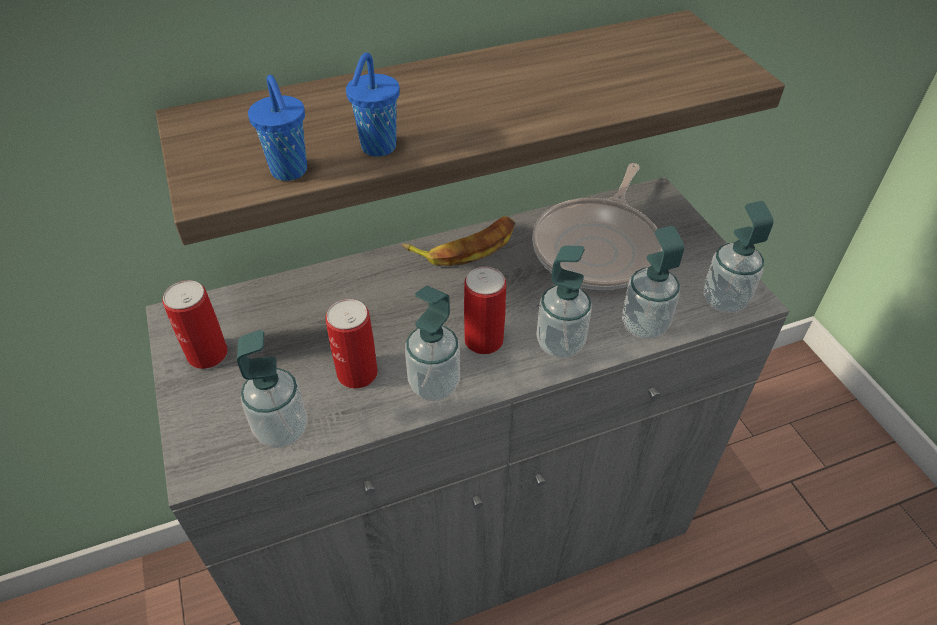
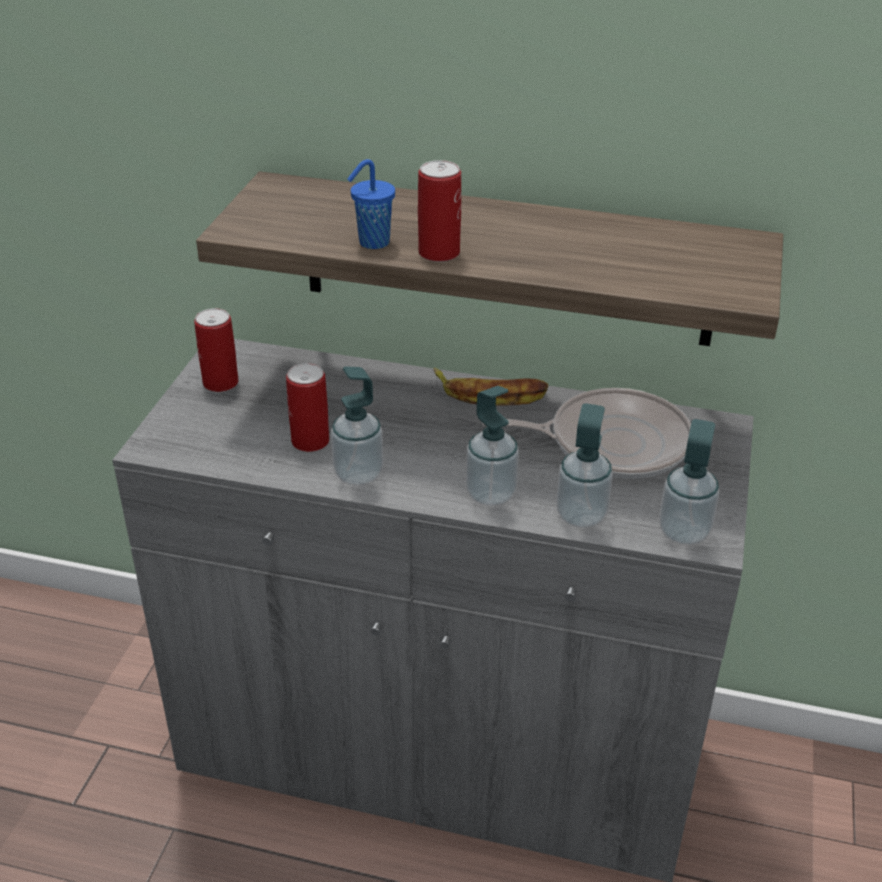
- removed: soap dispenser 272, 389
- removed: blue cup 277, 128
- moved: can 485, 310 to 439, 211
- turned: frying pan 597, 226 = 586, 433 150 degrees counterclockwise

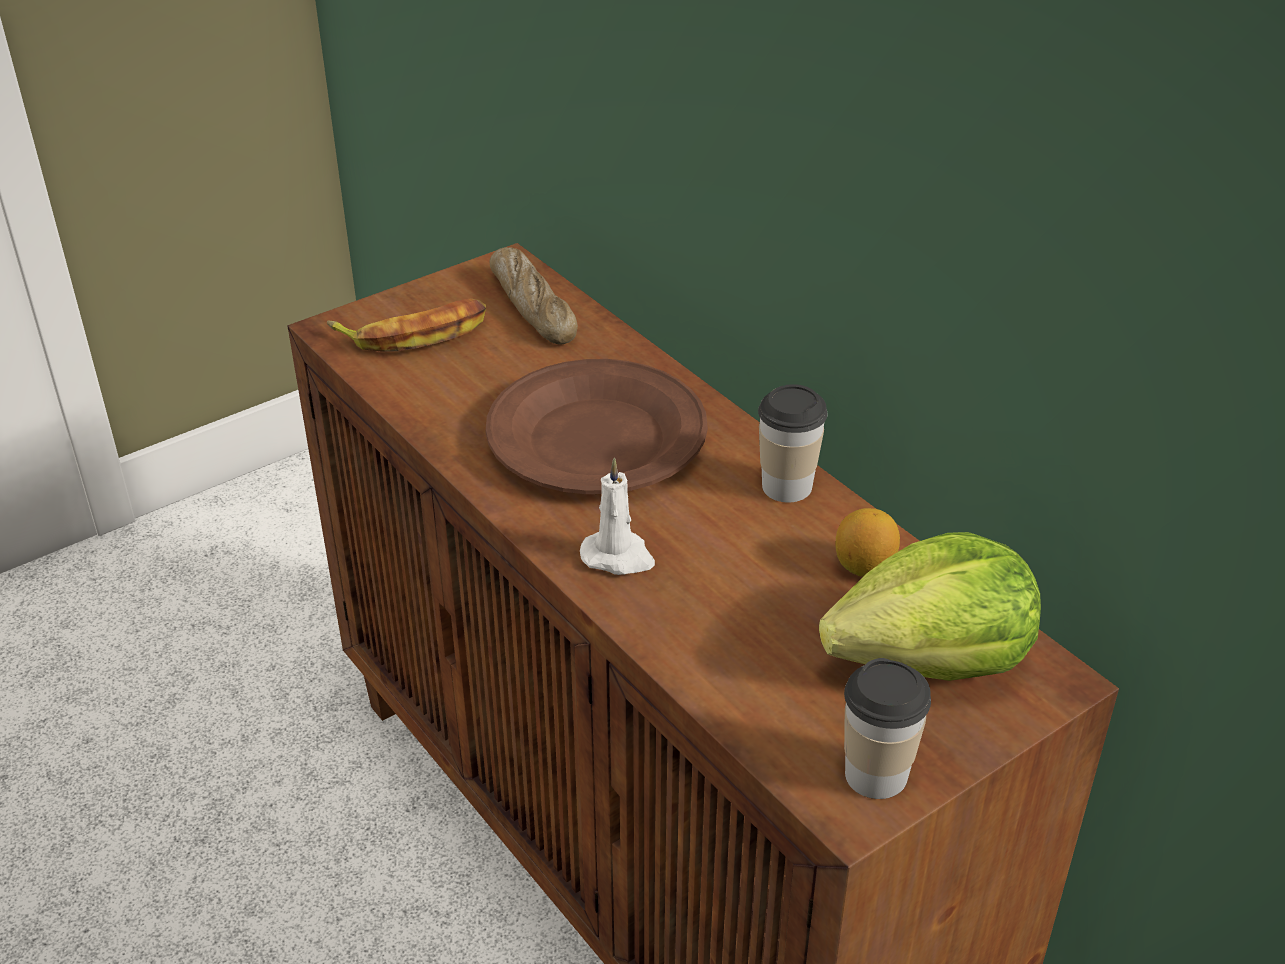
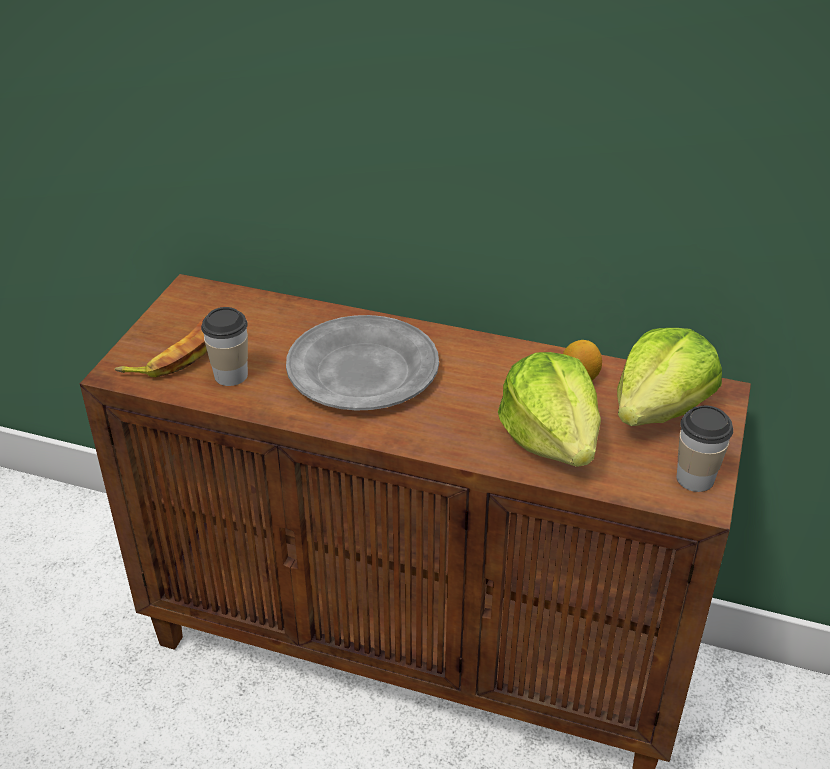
- removed: bread 533, 295
- removed: white candle 617, 516
- added: lettuce 549, 409
- moved: cup 792, 443 to 224, 346
- recoloured: brown plate 596, 426 to grey plate 362, 362

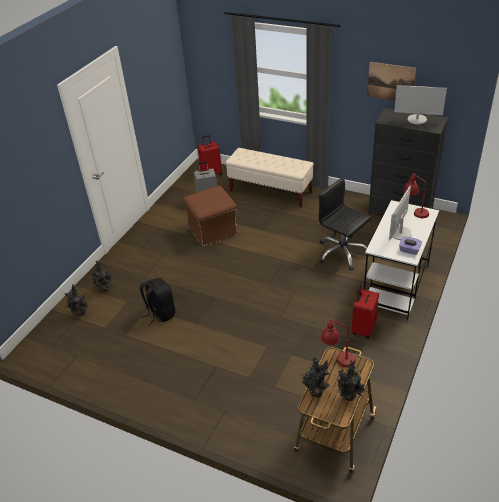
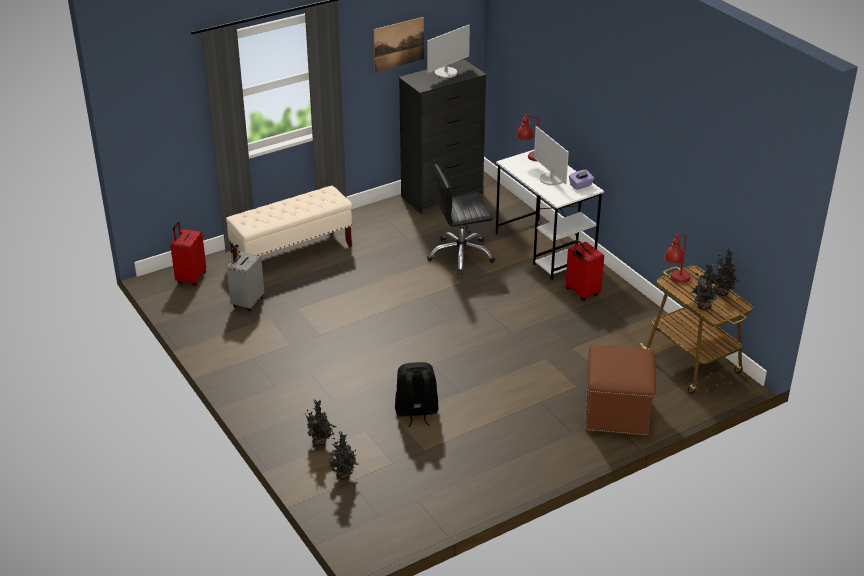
- moved: brown ottoman 210, 216 to 620, 390

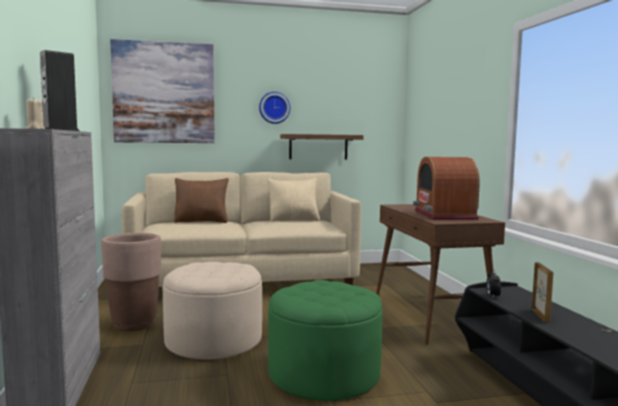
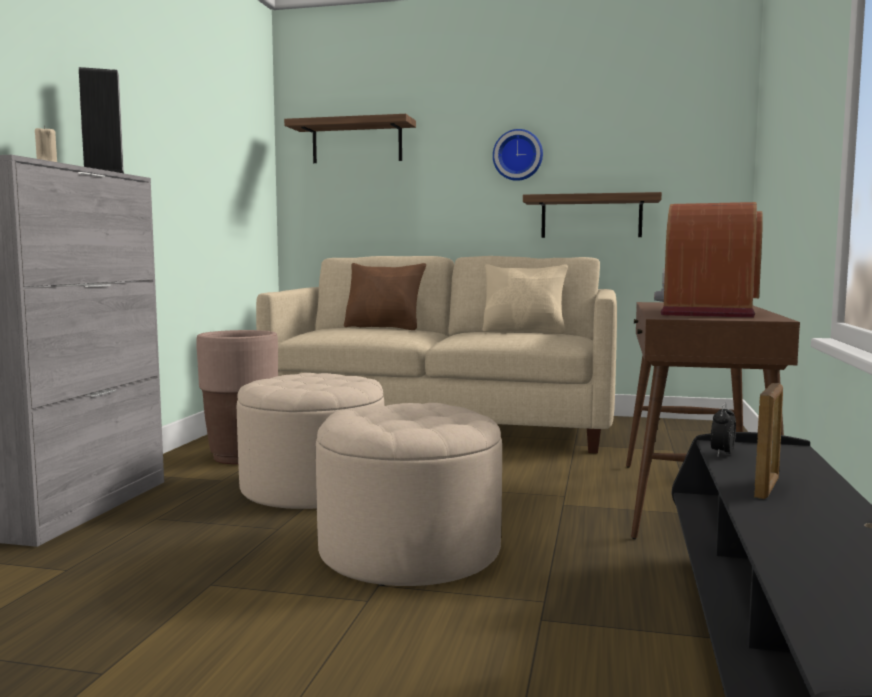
- replaced: picture 162, 91 to shelf 350, 138
- recoloured: green ottoman 325, 340 to beige ottoman 409, 494

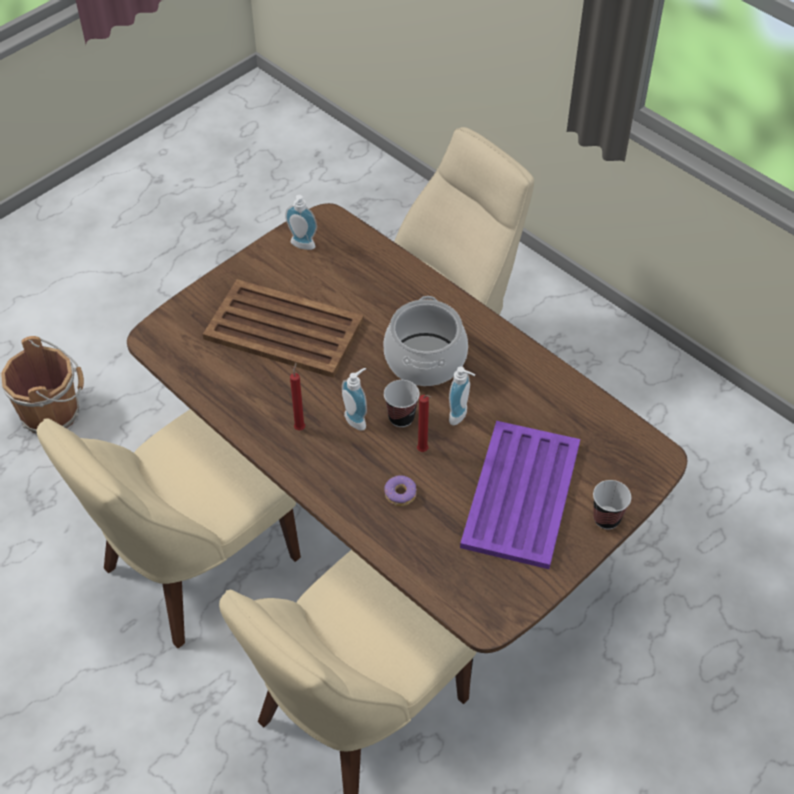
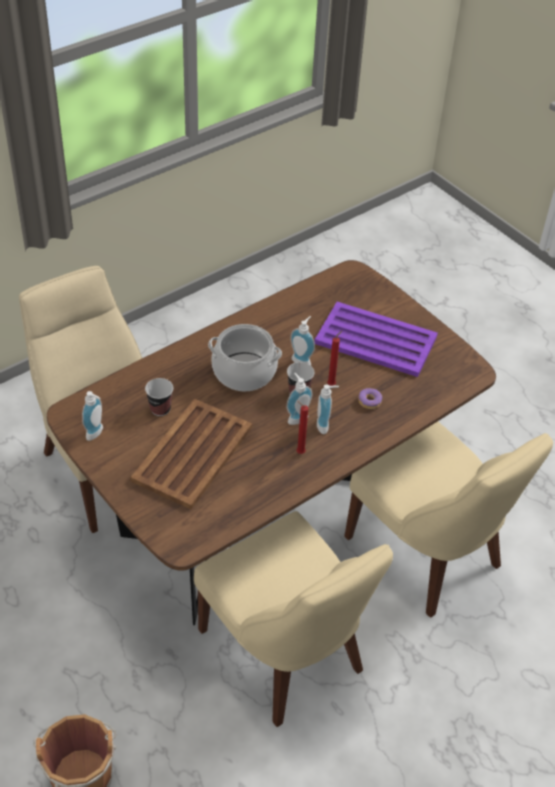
- added: soap dispenser 328, 409
- moved: cup 612, 504 to 159, 397

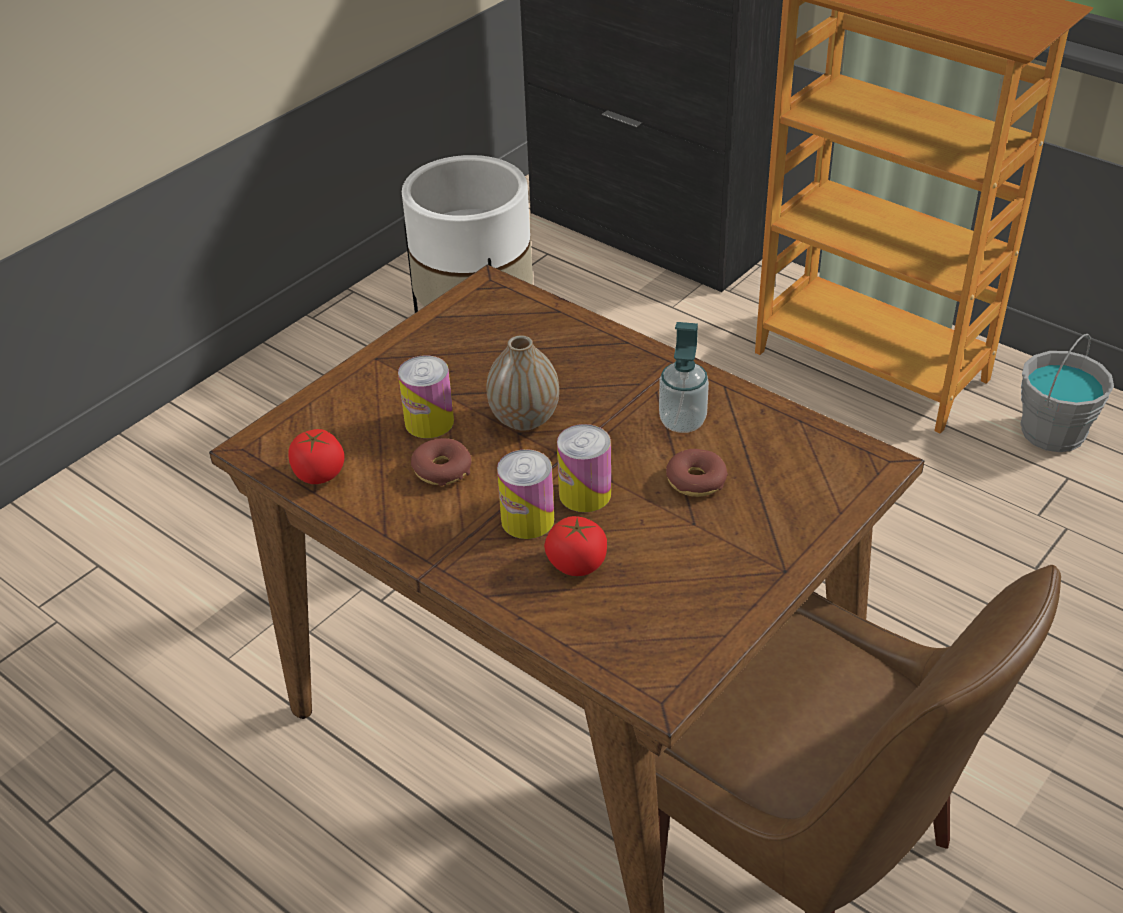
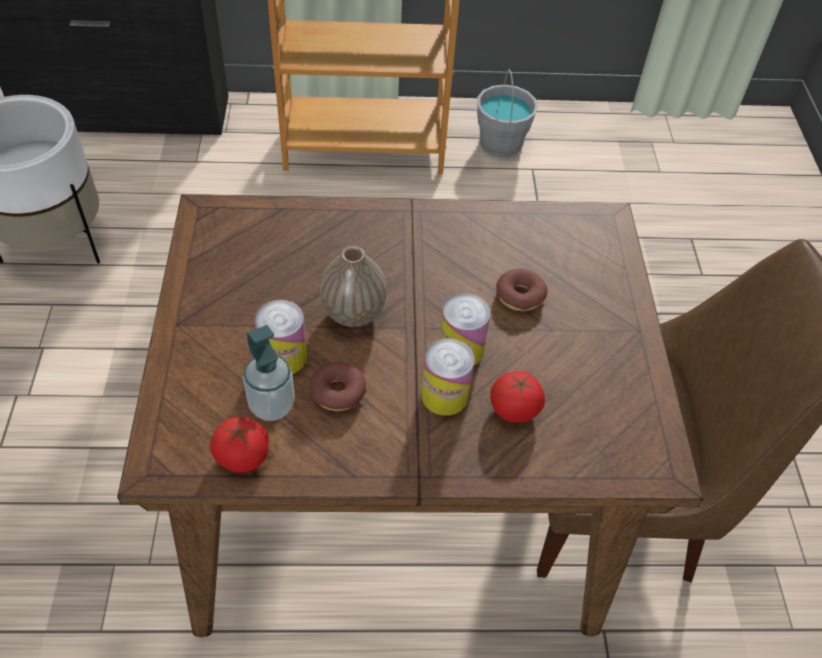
- moved: soap dispenser 684, 377 to 269, 373

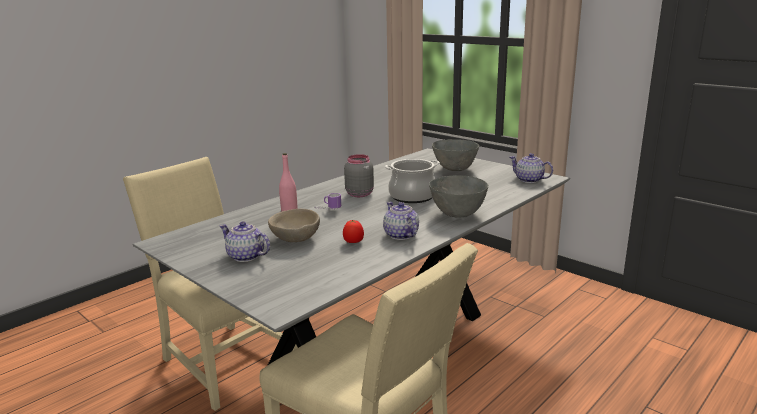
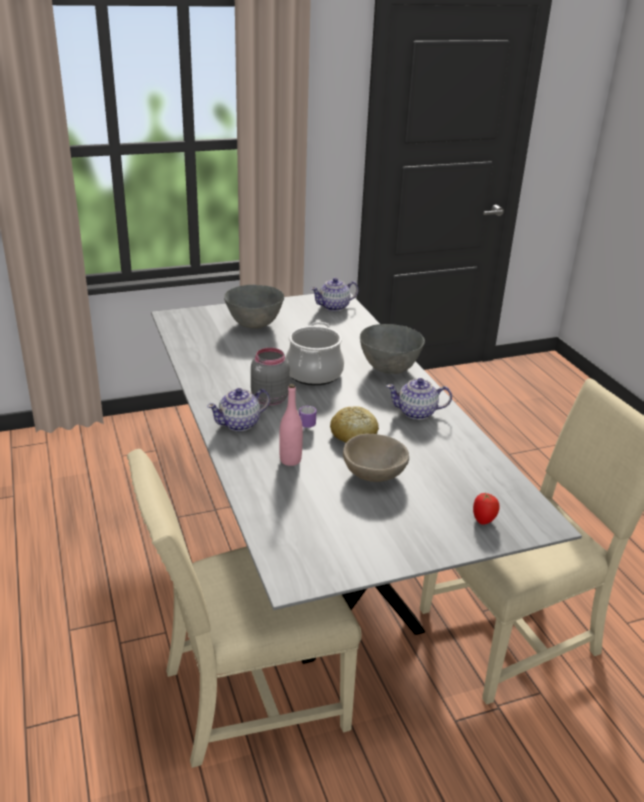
- added: bread 354, 424
- moved: teapot 244, 241 to 238, 409
- moved: tomato 353, 231 to 486, 508

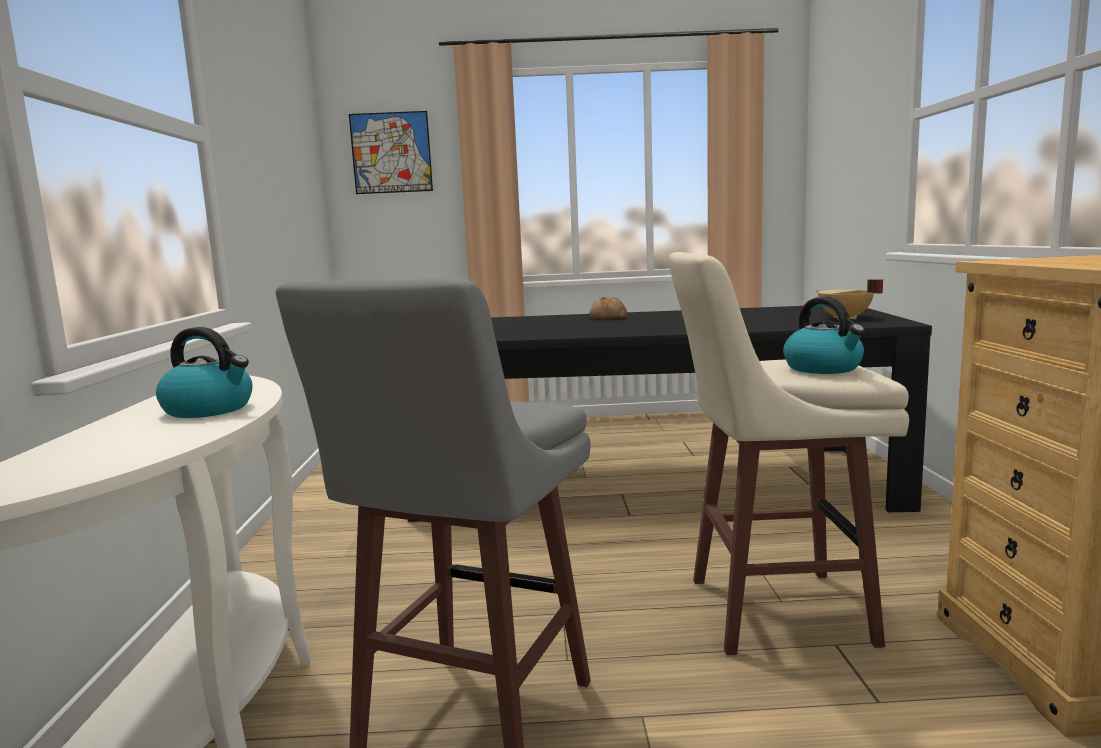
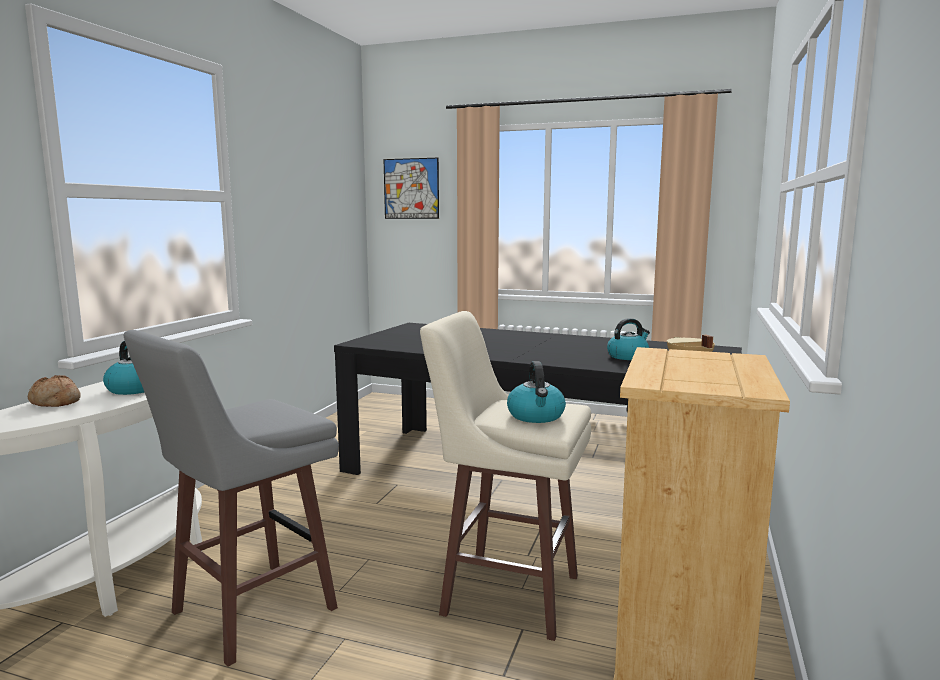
- added: kettle 628, 339
- moved: bread 608, 308 to 54, 391

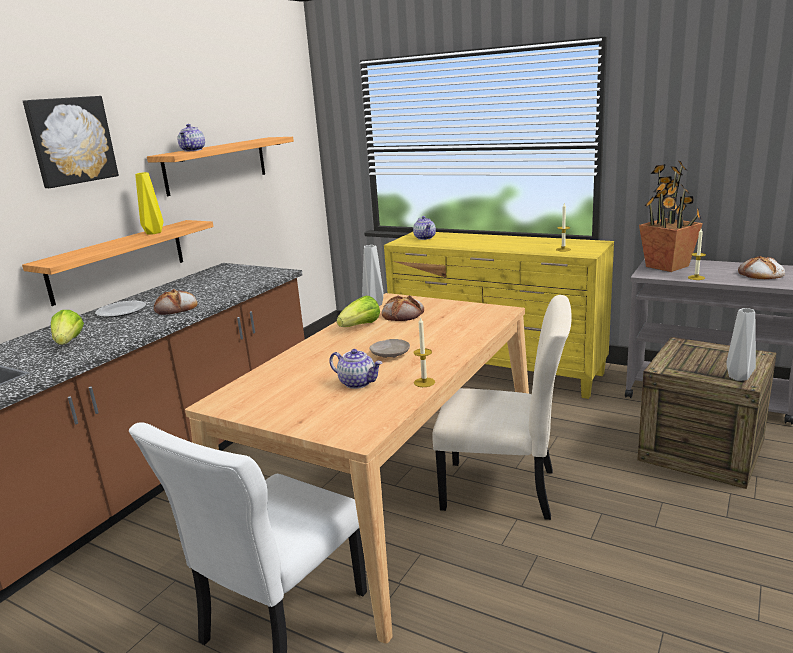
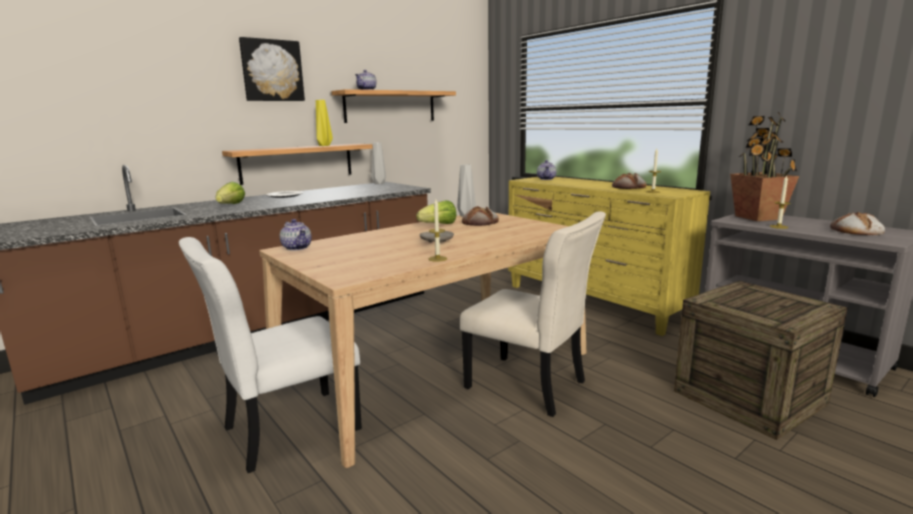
- moved: bread 176, 302 to 629, 181
- moved: teapot 355, 369 to 296, 234
- moved: grey vase 741, 344 to 378, 163

